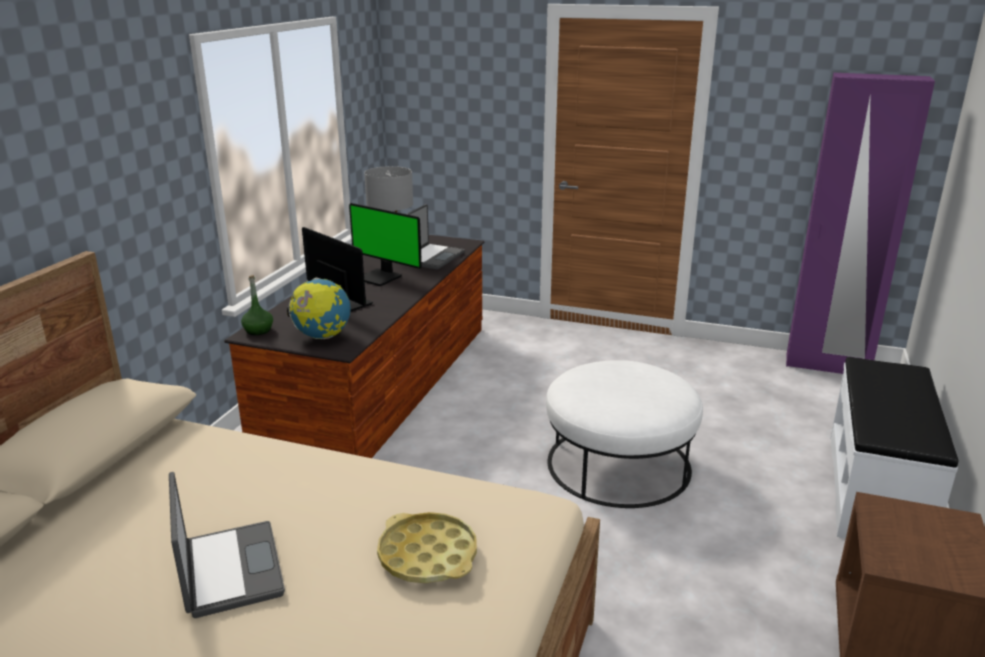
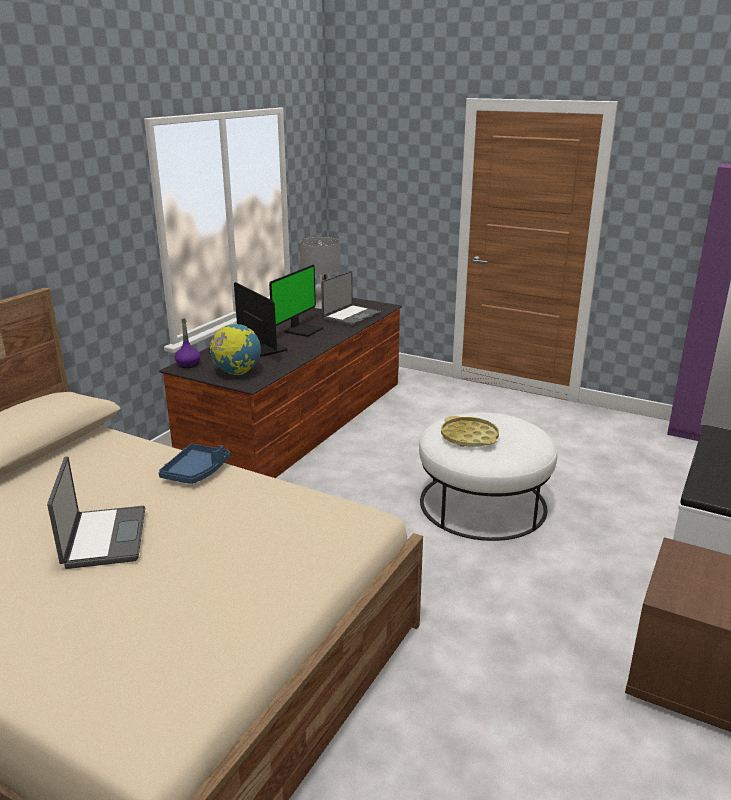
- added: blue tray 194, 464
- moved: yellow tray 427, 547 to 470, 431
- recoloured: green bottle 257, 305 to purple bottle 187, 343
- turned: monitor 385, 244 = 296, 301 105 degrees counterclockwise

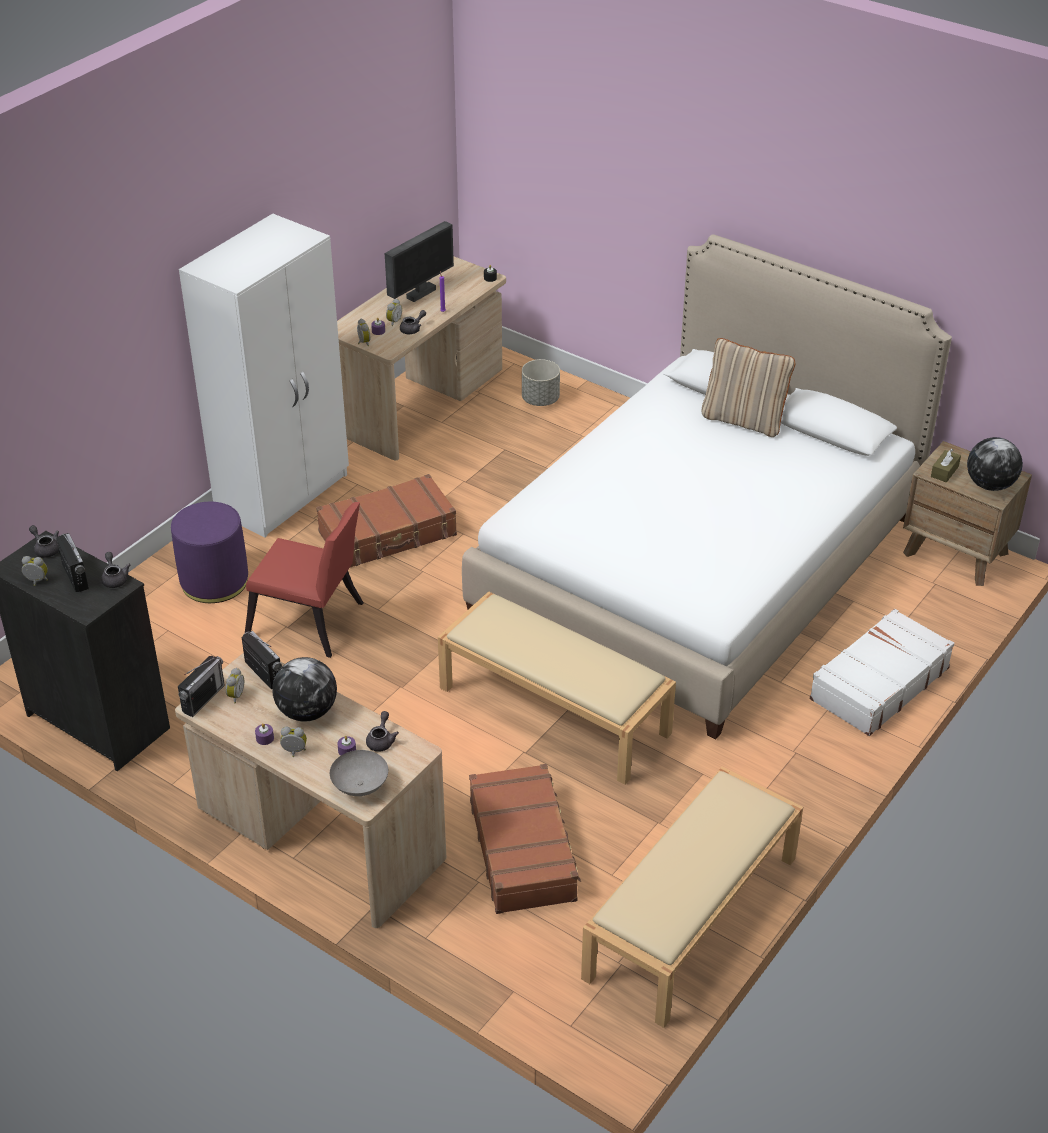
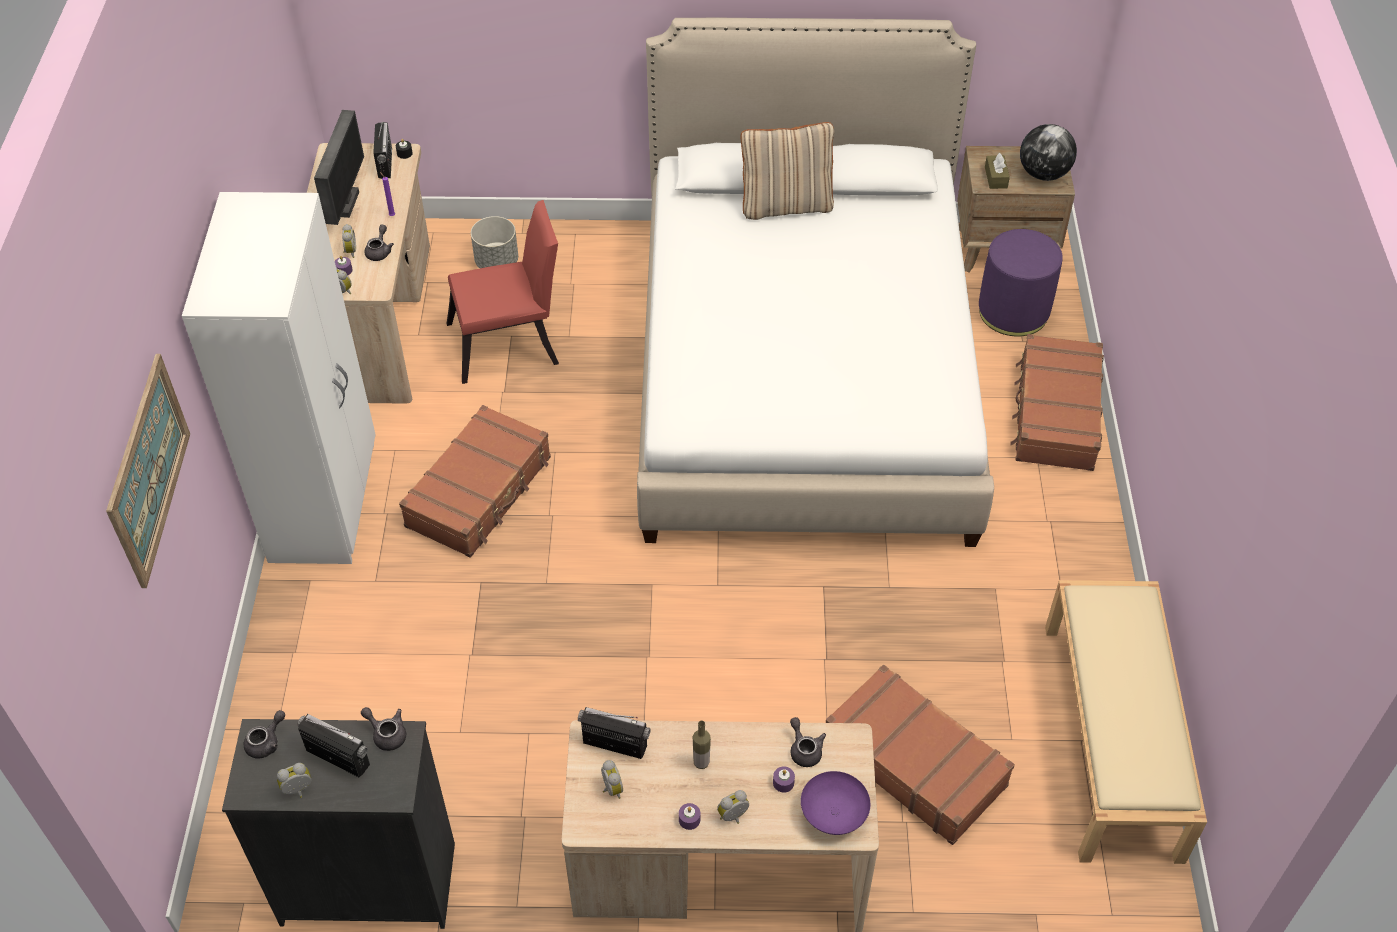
- removed: beige bench 557, 688
- added: picture 148, 471
- moved: purple ottoman 209, 552 to 1021, 283
- moved: radio 201, 686 to 382, 150
- moved: red chair 304, 580 to 502, 292
- replaced: globe 304, 689 to bottle 702, 744
- recoloured: grey bowl 359, 773 to purple bowl 835, 803
- recoloured: white suitcase 882, 672 to brown suitcase 1057, 402
- turned: grey teapot 44, 541 = 264, 734 120 degrees clockwise

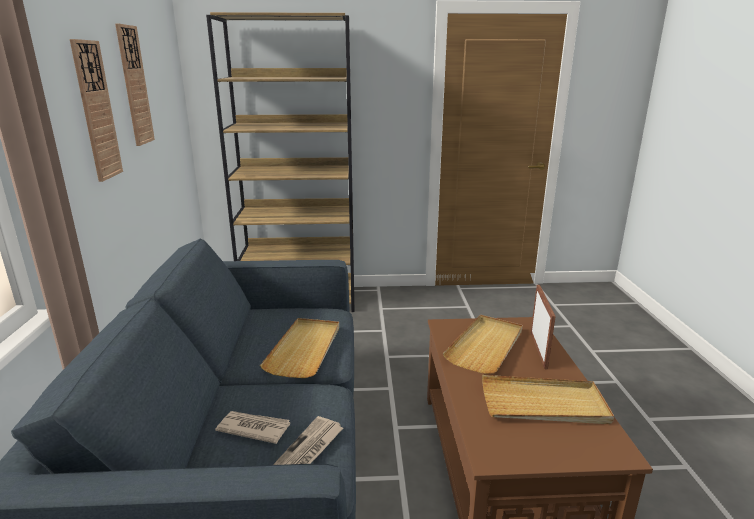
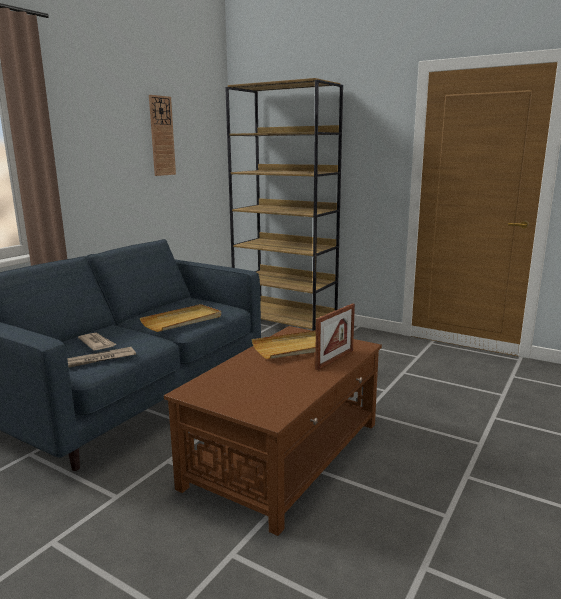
- removed: wall clock 96, 110
- removed: beige tray 548, 399

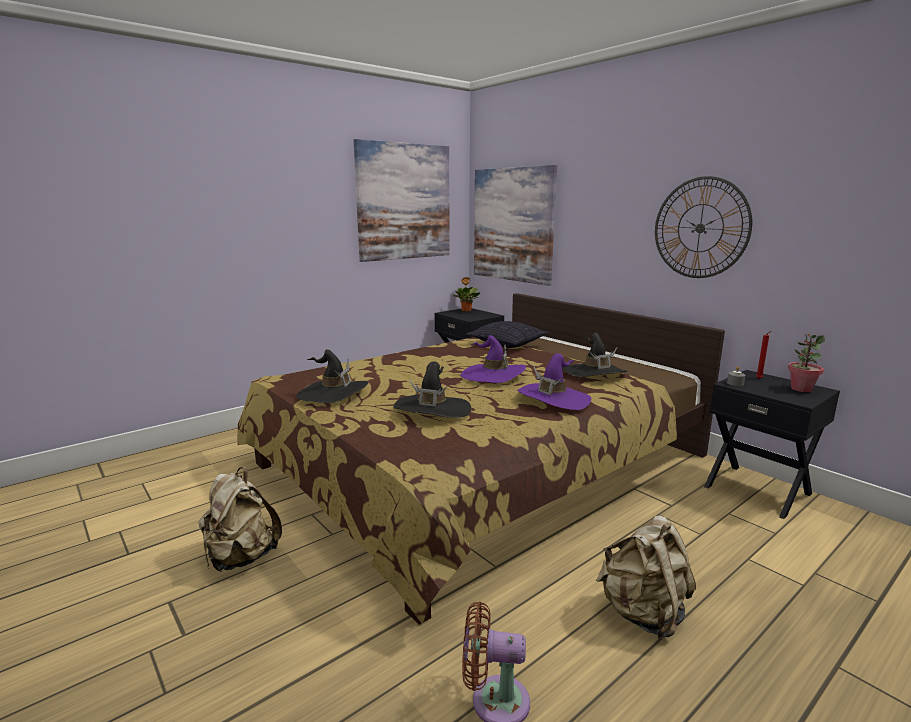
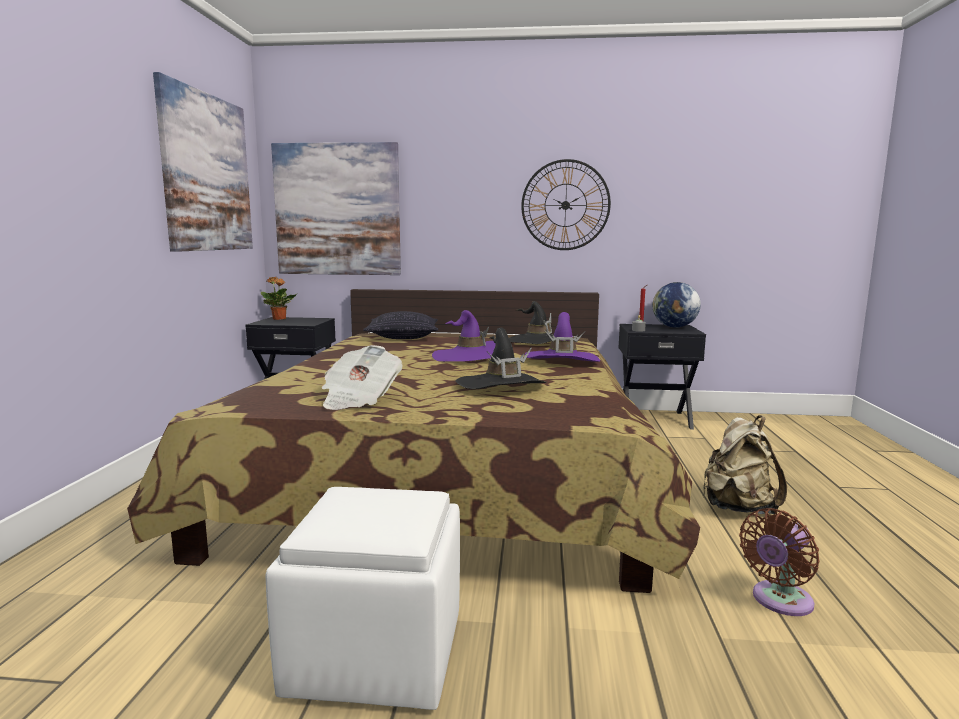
- replaced: beige backpack 240, 519 to white ottoman 362, 598
- replaced: black hat 332, 376 to newspaper 362, 377
- replaced: potted plant 806, 362 to globe 677, 305

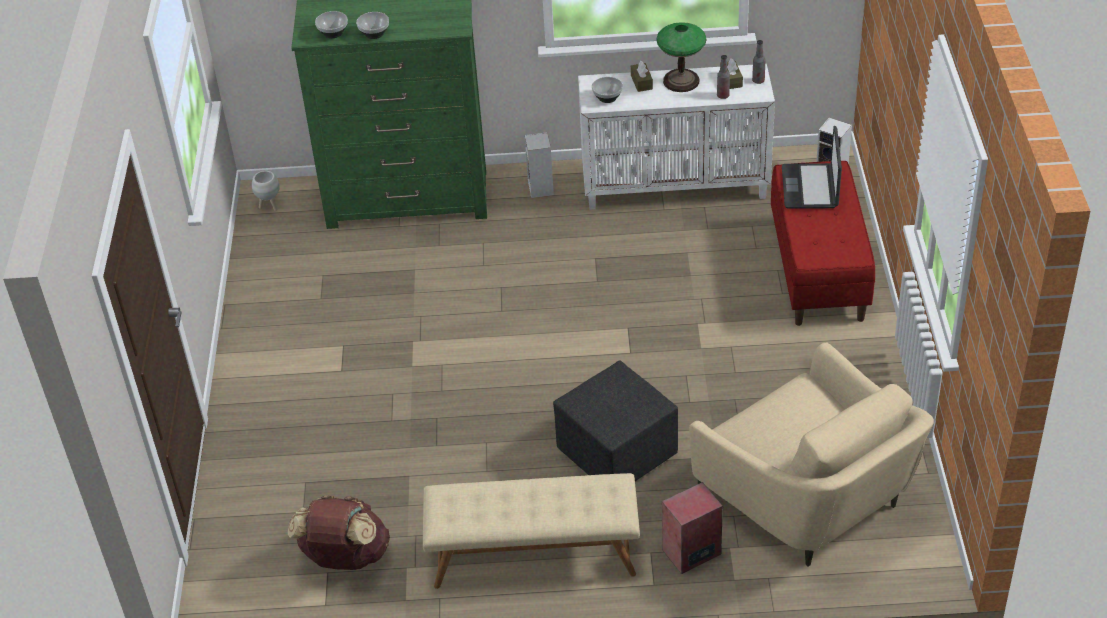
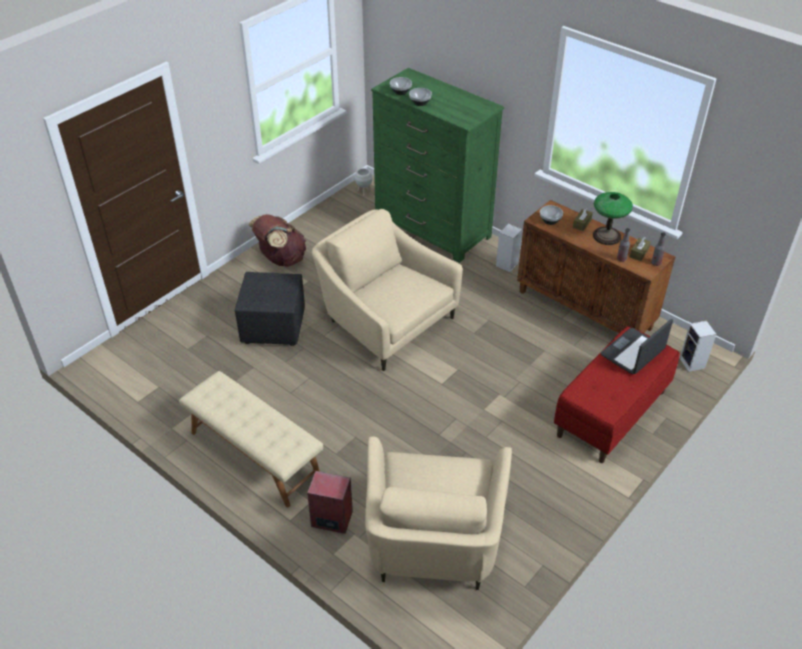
- added: beige armchair 387, 290
- moved: brown backpack 339, 532 to 277, 240
- moved: black ottoman 615, 421 to 270, 309
- recoloured: white cabinet 676, 137 to brown cabinet 596, 266

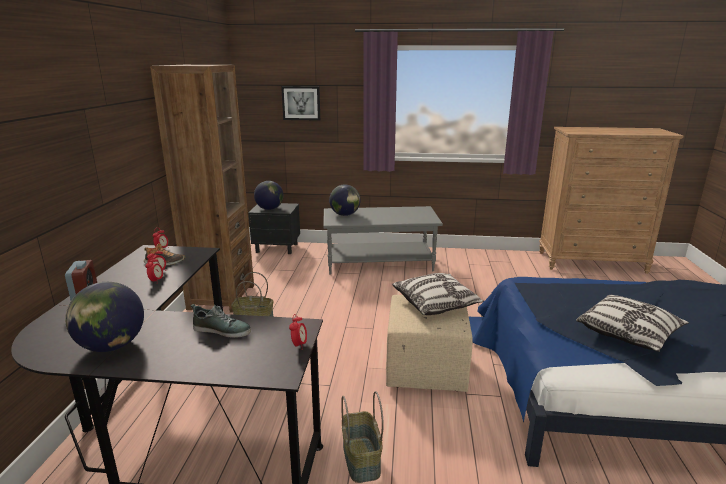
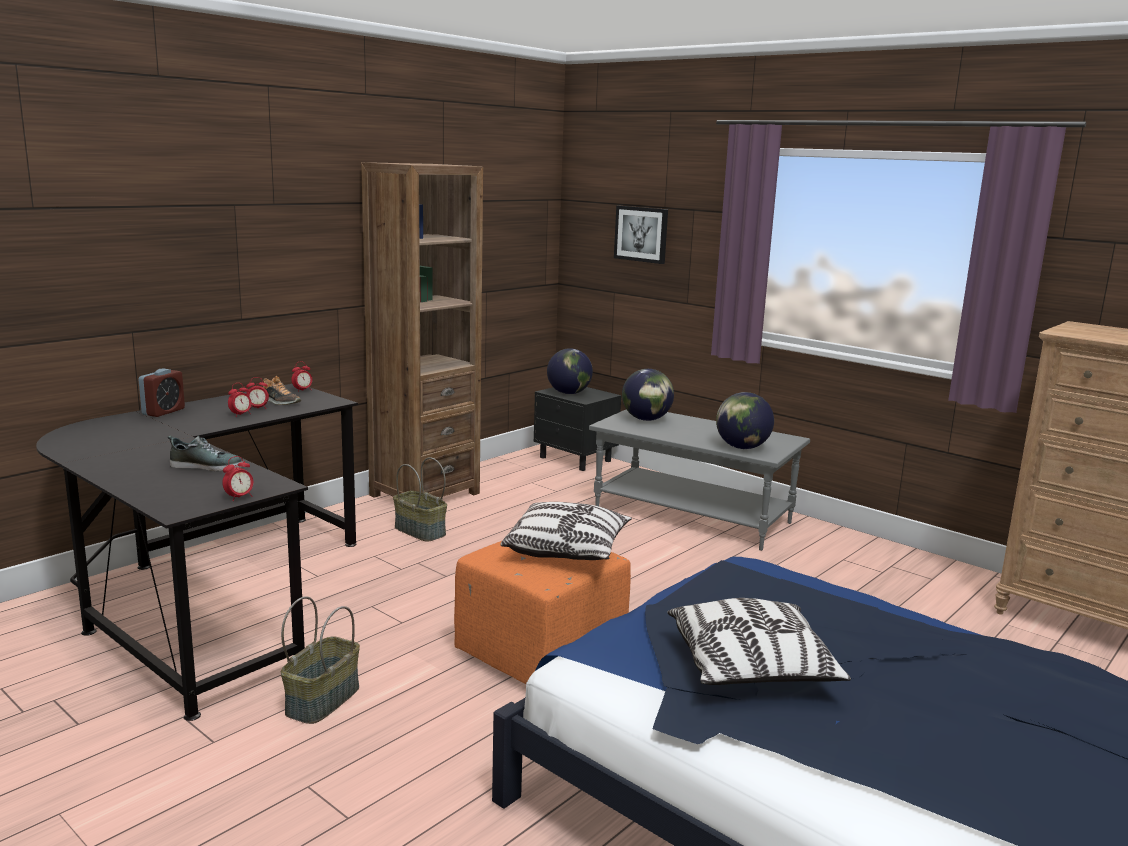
- moved: globe 104, 317 to 745, 420
- recoloured: beige ottoman 429, 343 to orange ottoman 542, 612
- turned: shoe 221, 321 = 206, 453 45 degrees counterclockwise

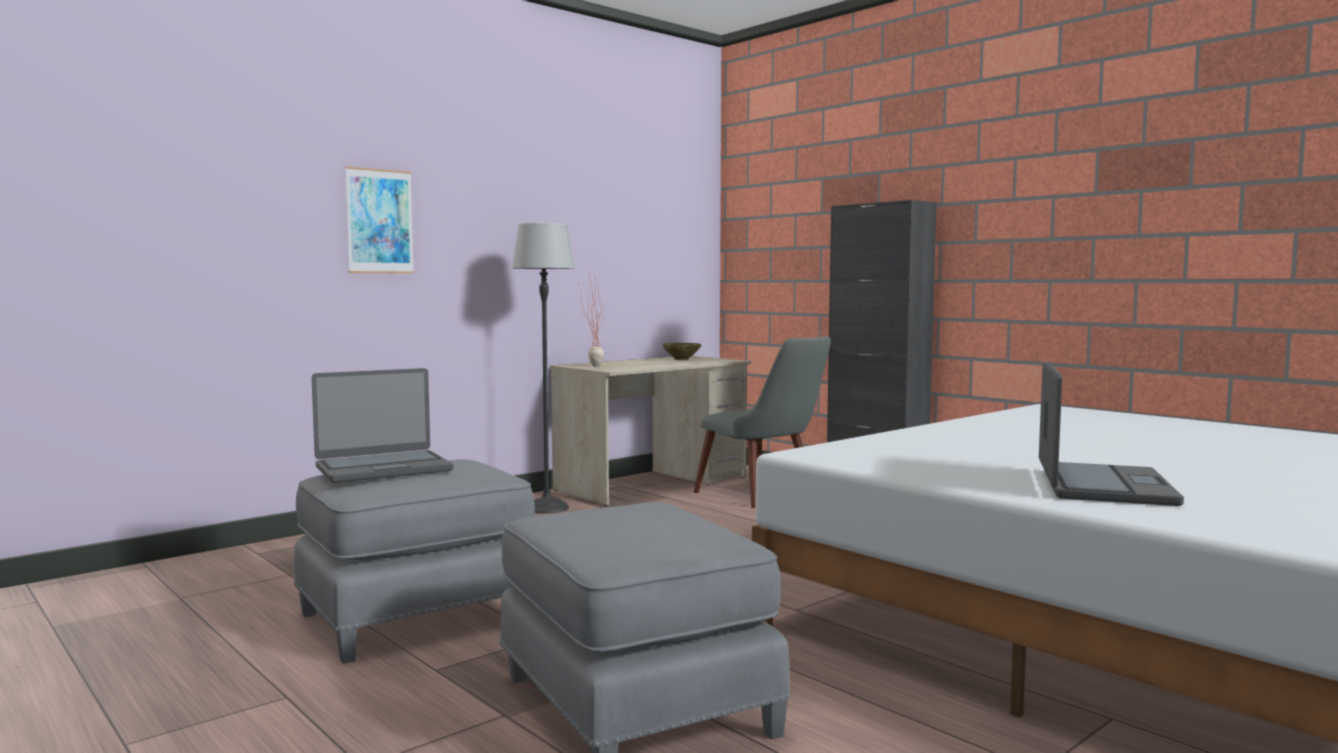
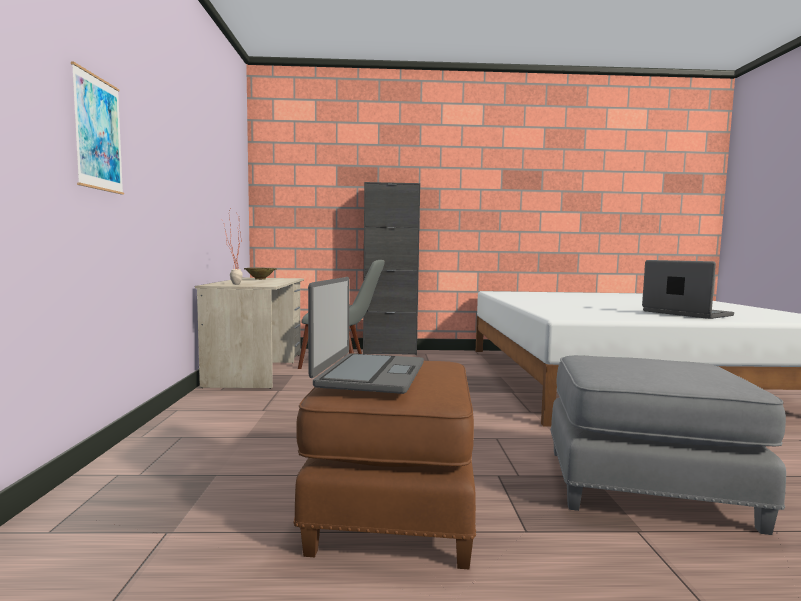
- removed: floor lamp 543, 368
- recoloured: grey ottoman 414, 561 to brown ottoman 384, 465

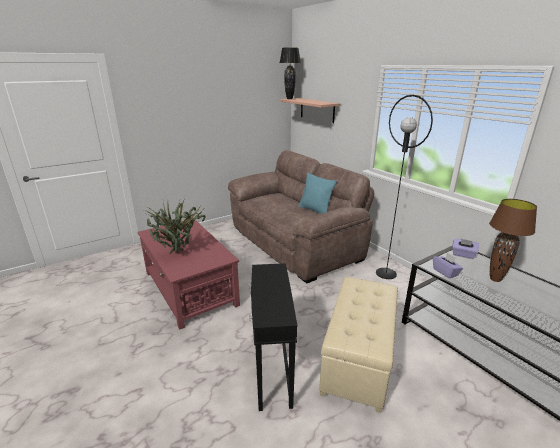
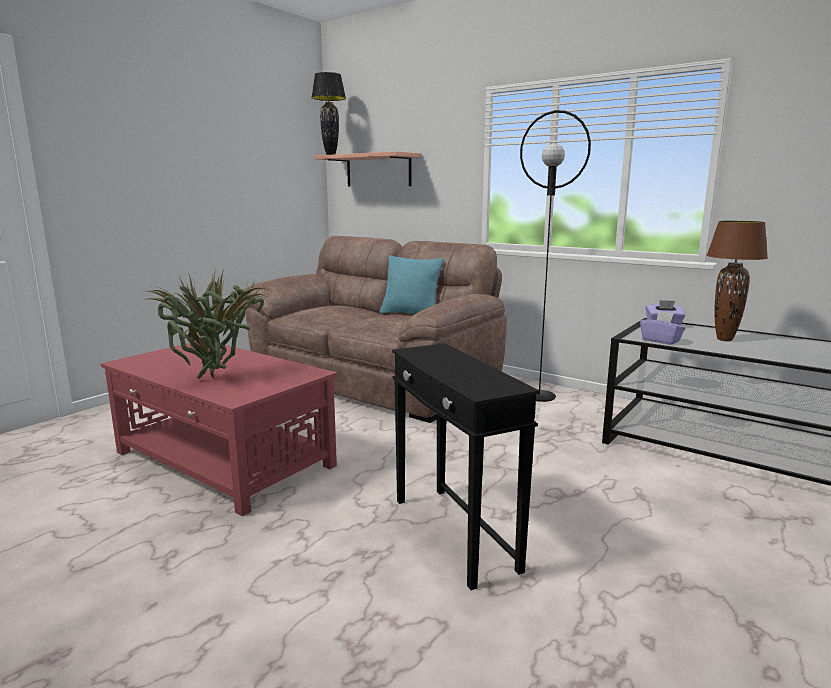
- removed: beige ottoman 358, 345

